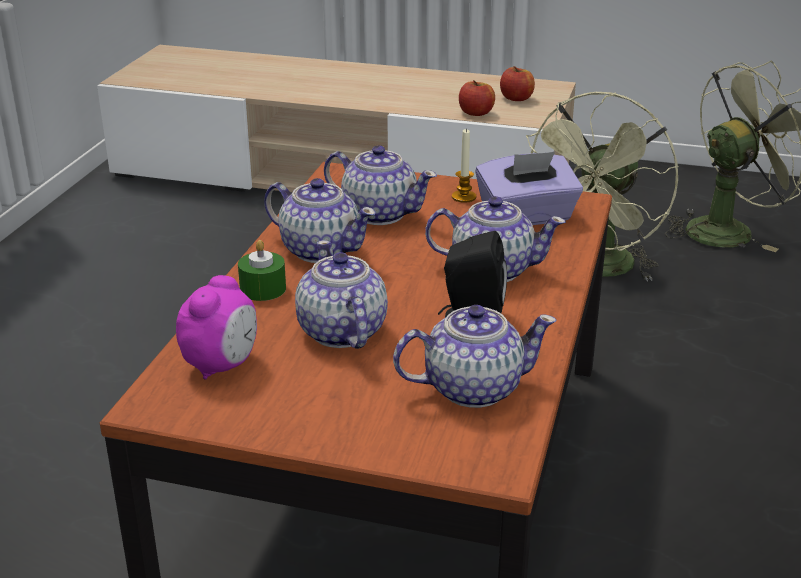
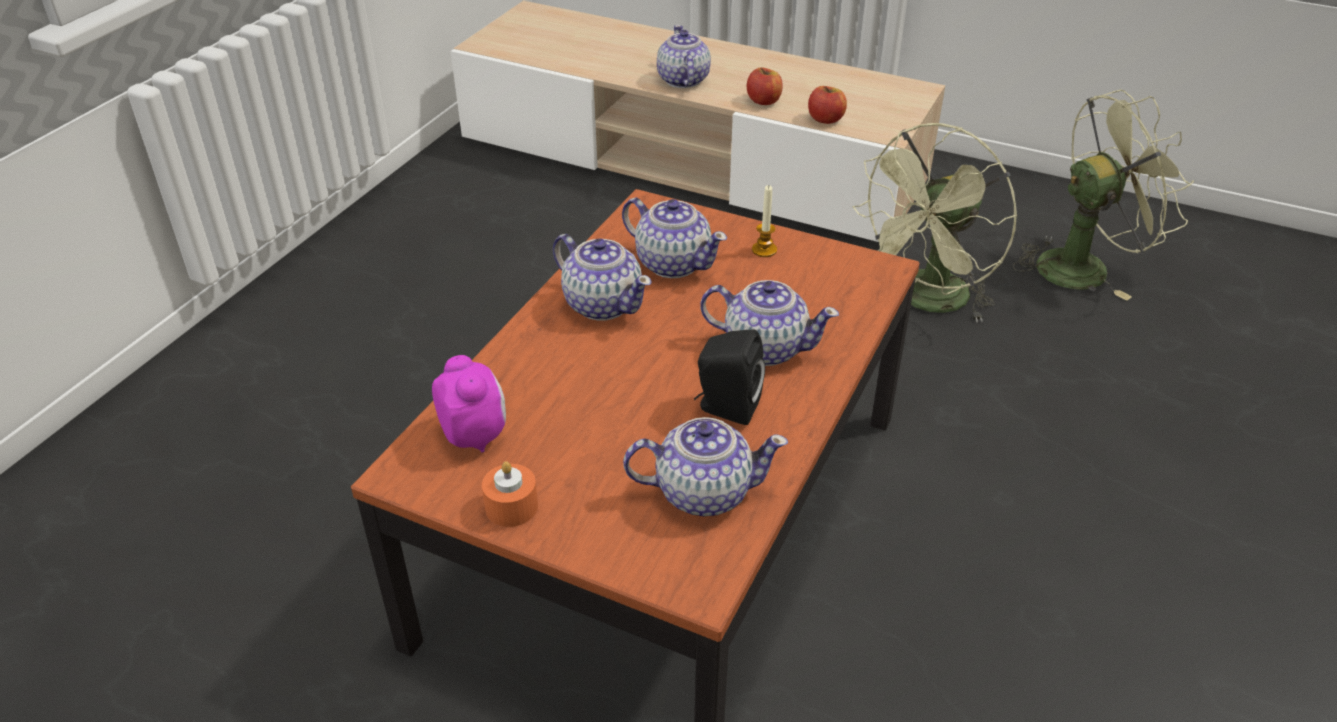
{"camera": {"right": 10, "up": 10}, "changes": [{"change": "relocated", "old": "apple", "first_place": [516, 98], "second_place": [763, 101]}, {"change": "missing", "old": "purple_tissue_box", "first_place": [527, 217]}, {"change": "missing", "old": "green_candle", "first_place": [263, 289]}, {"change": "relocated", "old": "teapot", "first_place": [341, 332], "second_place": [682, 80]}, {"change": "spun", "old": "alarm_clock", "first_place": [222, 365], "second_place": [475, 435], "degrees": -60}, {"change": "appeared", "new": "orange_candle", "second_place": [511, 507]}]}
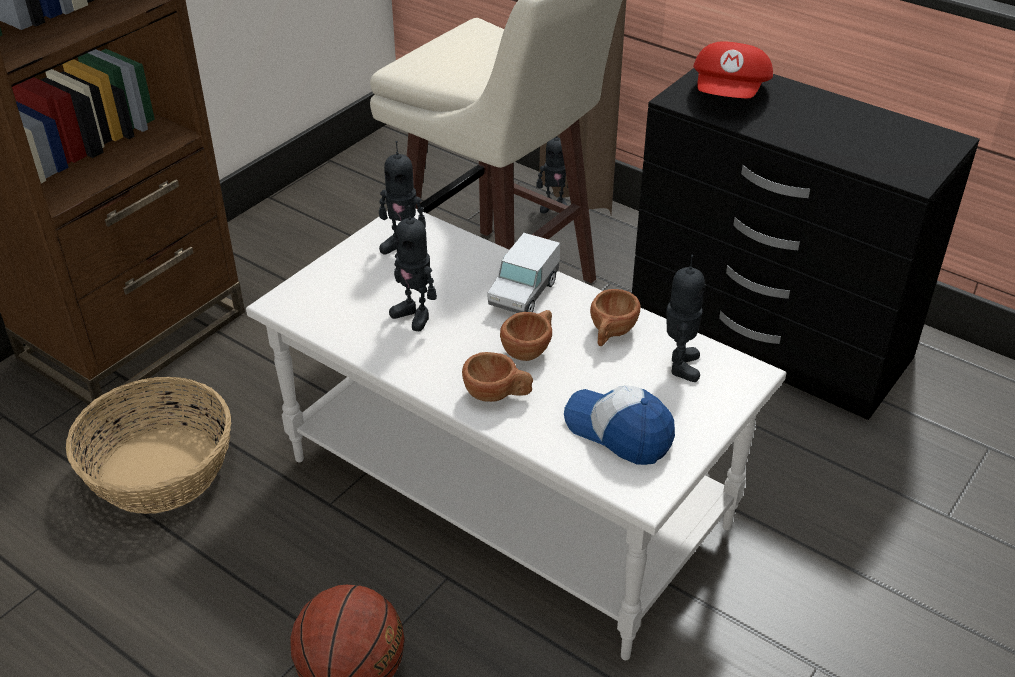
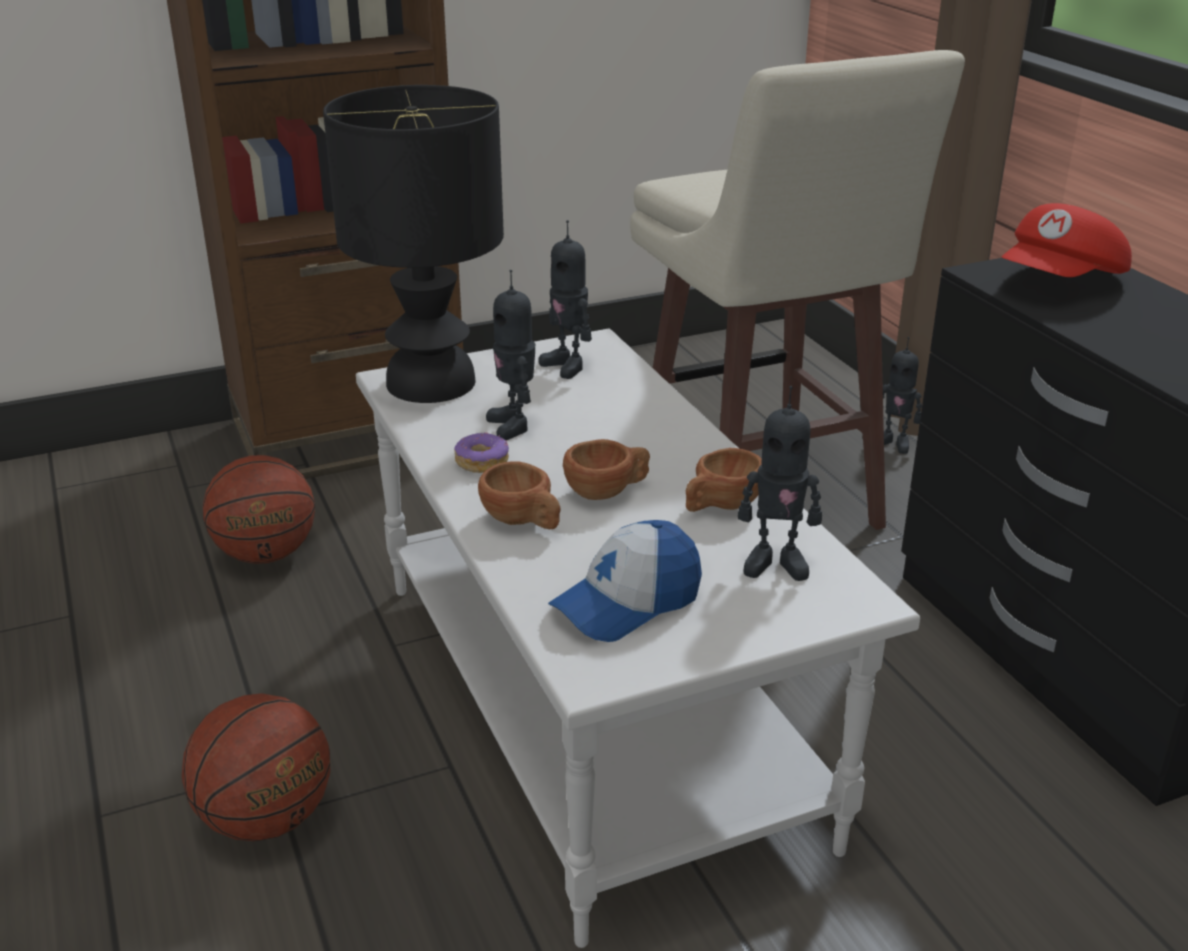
{"camera": {"right": 30, "up": -10}, "changes": [{"change": "missing", "old": "toy_truck", "first_place": [524, 293]}, {"change": "spun", "old": "toy_robot", "first_place": [680, 366], "second_place": [775, 564], "degrees": 60}, {"change": "exchanged", "old": "basket", "new": "basketball", "first_place": [160, 469], "second_place": [266, 554]}, {"change": "spun", "old": "cap", "first_place": [619, 431], "second_place": [627, 603], "degrees": -105}, {"change": "appeared", "new": "black_table_lamp", "second_place": [432, 384]}, {"change": "appeared", "new": "donut", "second_place": [481, 461]}]}
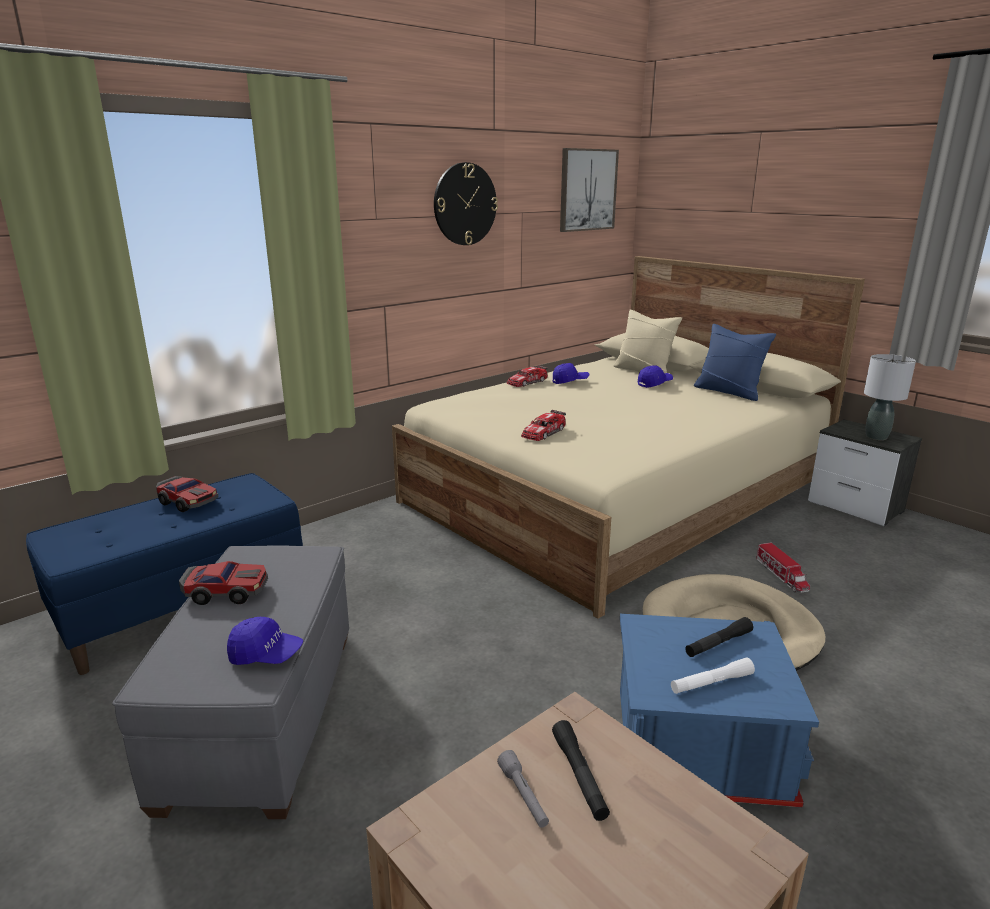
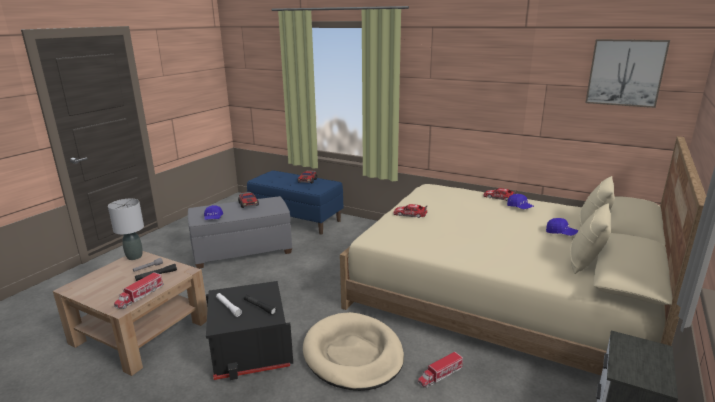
{"camera": {"right": 70, "up": 0}, "changes": [{"change": "missing", "old": "wall_clock", "first_place": [465, 204]}, {"change": "colour", "old": "blue_pillow", "new": "beige_pillow", "first_place": [729, 392], "second_place": [585, 262]}, {"change": "relocated", "old": "grey_table_lamp", "first_place": [876, 437], "second_place": [134, 256]}, {"change": "colour", "old": "blue_storage_box", "new": "black_storage_box", "first_place": [697, 746], "second_place": [251, 349]}, {"change": "appeared", "new": "toy_truck", "second_place": [140, 296]}]}
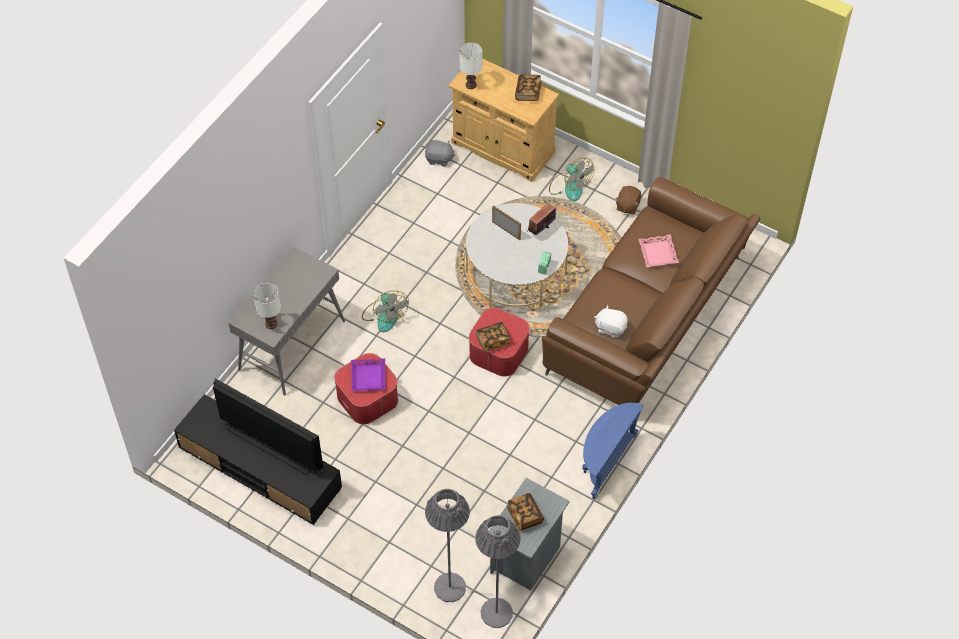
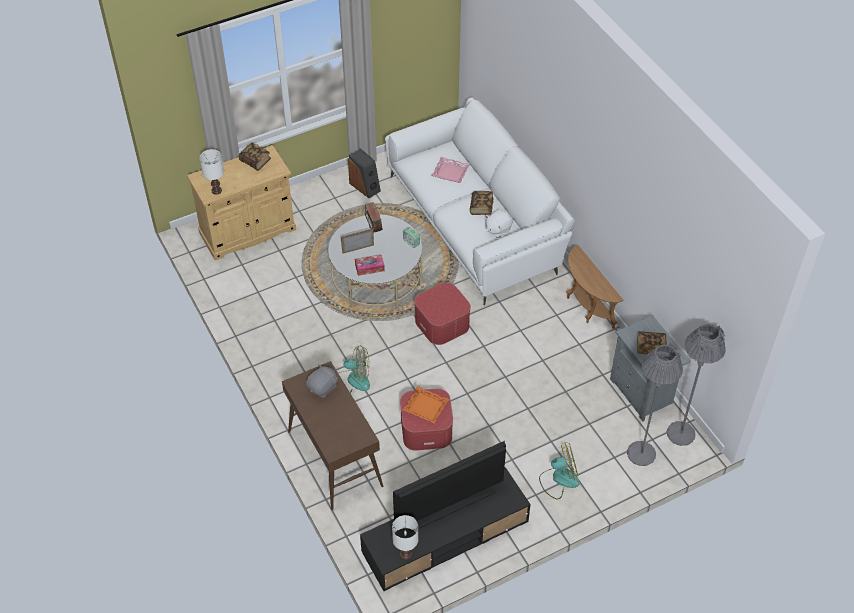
{"camera": {"right": -60, "up": -5}, "changes": [{"change": "relocated", "old": "grey_plush_toy", "first_place": [439, 159], "second_place": [323, 387]}, {"change": "relocated", "old": "fan", "first_place": [569, 186], "second_place": [559, 479]}, {"change": "colour", "old": "brown_sofa", "new": "white_sofa", "first_place": [647, 318], "second_place": [475, 223]}, {"change": "exchanged", "old": "brown_plush_toy", "new": "speaker", "first_place": [627, 206], "second_place": [365, 186]}, {"change": "colour", "old": "grey_console_table", "new": "brown_console_table", "first_place": [292, 344], "second_place": [334, 458]}, {"change": "relocated", "old": "white_table_lamp", "first_place": [271, 324], "second_place": [406, 554]}, {"change": "relocated", "old": "book", "first_place": [493, 340], "second_place": [481, 207]}, {"change": "colour", "old": "purple_tray", "new": "orange_tray", "first_place": [369, 377], "second_place": [426, 406]}, {"change": "colour", "old": "blue_side_table", "new": "brown_side_table", "first_place": [605, 462], "second_place": [586, 306]}, {"change": "appeared", "new": "tissue_box", "second_place": [369, 268]}]}
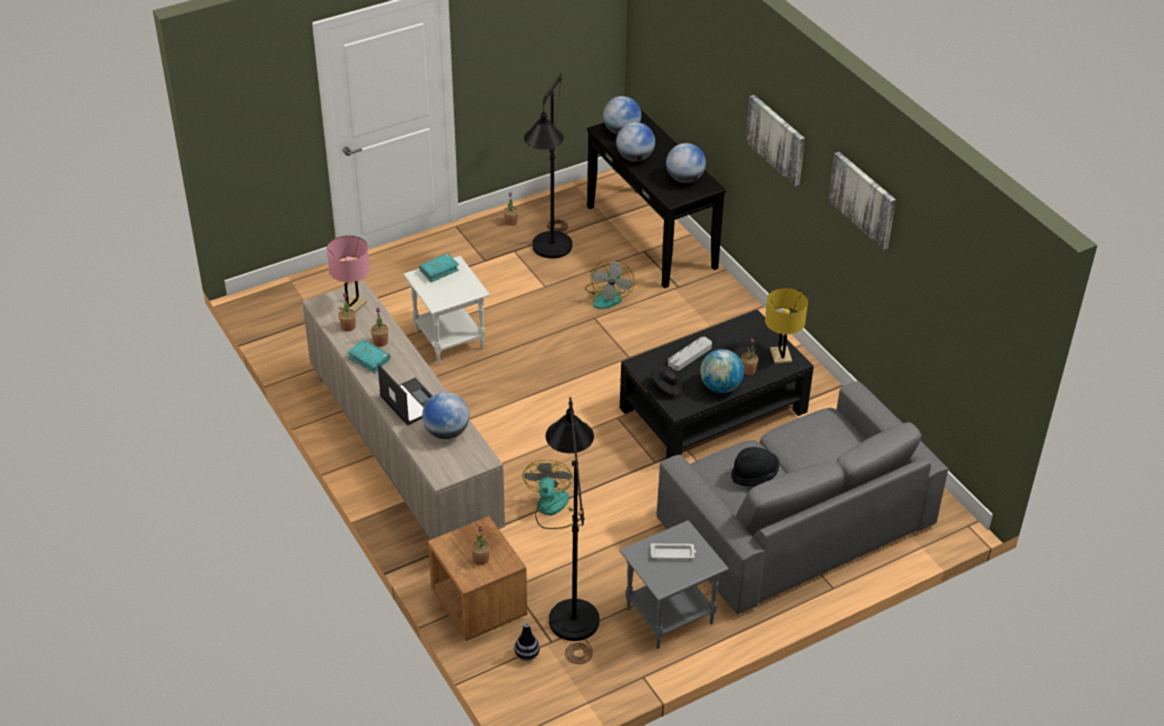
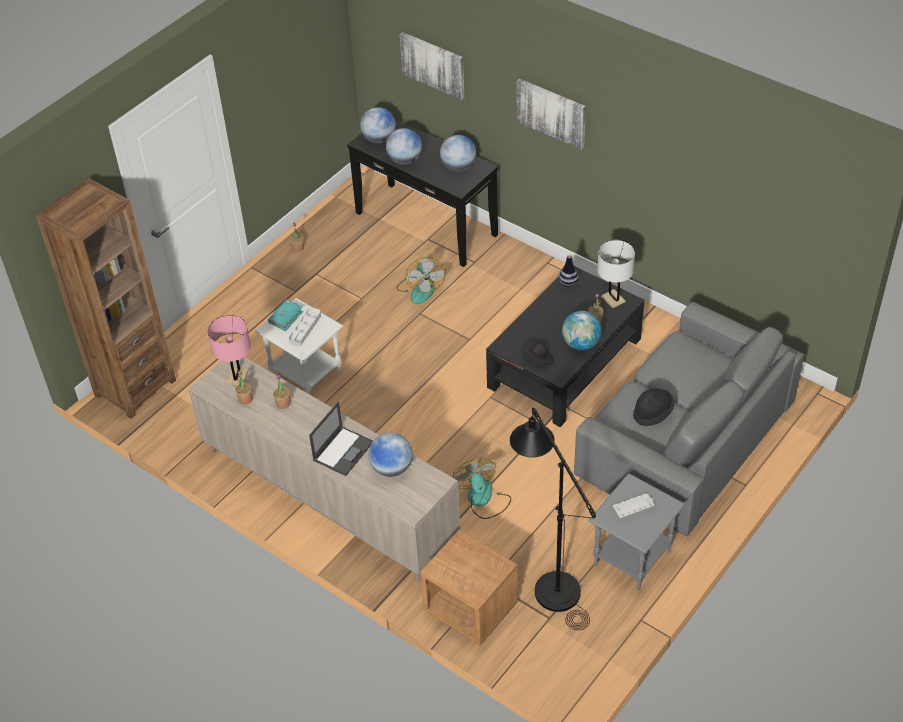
{"camera": {"right": -20, "up": 5}, "changes": [{"change": "missing", "old": "black_floor_lamp", "first_place": [550, 253]}, {"change": "relocated", "old": "picture", "first_place": [863, 199], "second_place": [433, 64]}, {"change": "colour", "old": "yellow_table_lamp", "new": "white_table_lamp", "first_place": [781, 355], "second_place": [613, 299]}, {"change": "relocated", "old": "grey_tray", "first_place": [689, 356], "second_place": [305, 328]}, {"change": "missing", "old": "turquoise_book", "first_place": [369, 360]}, {"change": "spun", "old": "laptop", "first_place": [410, 401], "second_place": [343, 451], "degrees": 90}, {"change": "missing", "old": "potted_plant", "first_place": [481, 559]}, {"change": "relocated", "old": "vase", "first_place": [527, 655], "second_place": [568, 283]}, {"change": "appeared", "new": "brown_bookcase", "second_place": [135, 387]}]}
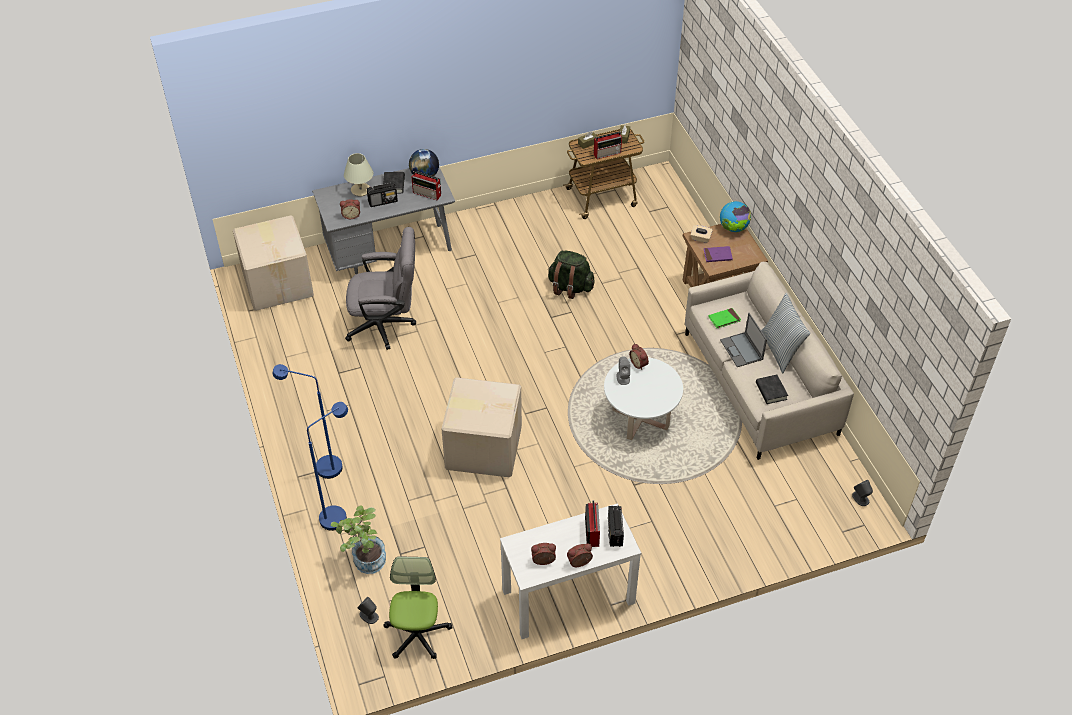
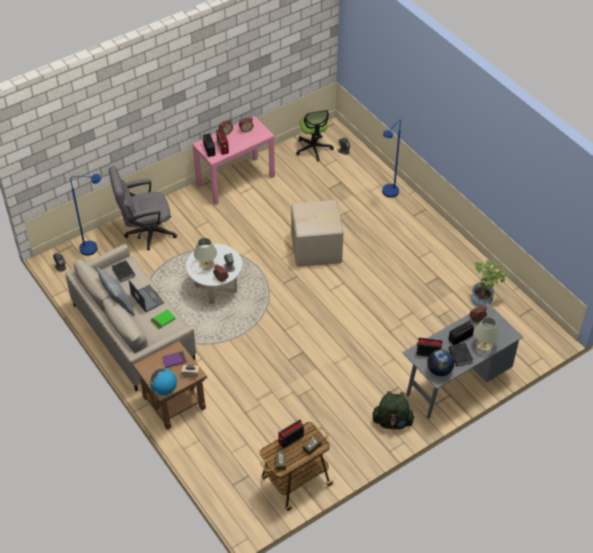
{"camera": {"right": 165, "up": 0}, "changes": [{"change": "missing", "old": "cardboard_box", "first_place": [278, 283]}, {"change": "relocated", "old": "grey_office_chair", "first_place": [386, 325], "second_place": [145, 232]}, {"change": "relocated", "old": "green_backpack", "first_place": [570, 287], "second_place": [392, 421]}, {"change": "relocated", "old": "blue_floor_lamp", "first_place": [321, 467], "second_place": [93, 248]}, {"change": "colour", "old": "white_console_table", "new": "pink_console_table", "first_place": [568, 597], "second_place": [236, 180]}, {"change": "relocated", "old": "potted_plant", "first_place": [365, 561], "second_place": [484, 299]}, {"change": "appeared", "new": "beige_table_lamp", "second_place": [206, 264]}]}
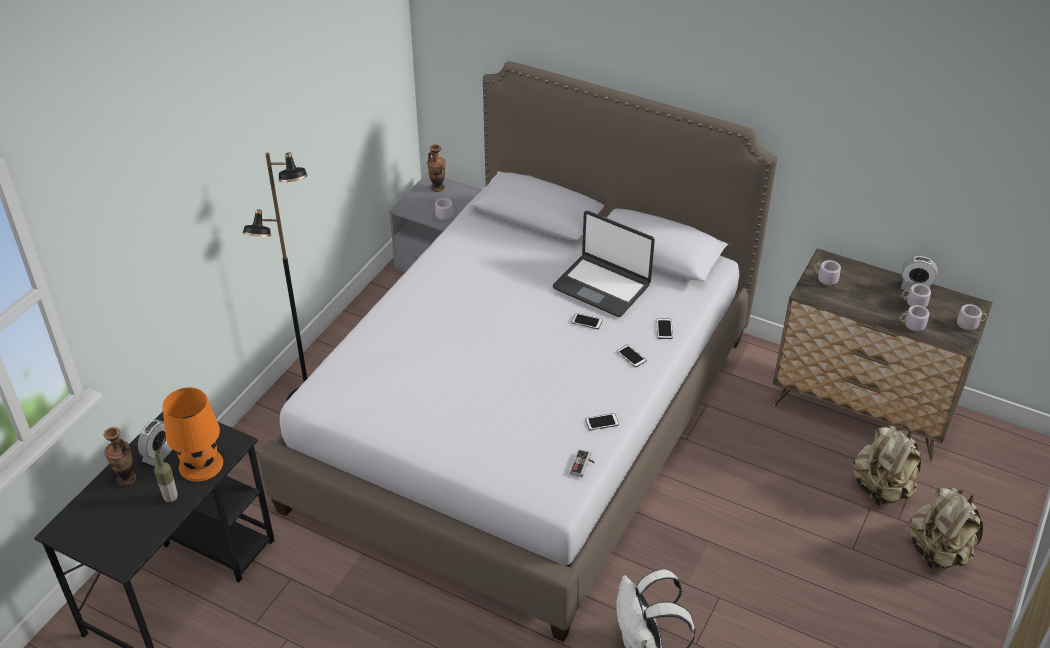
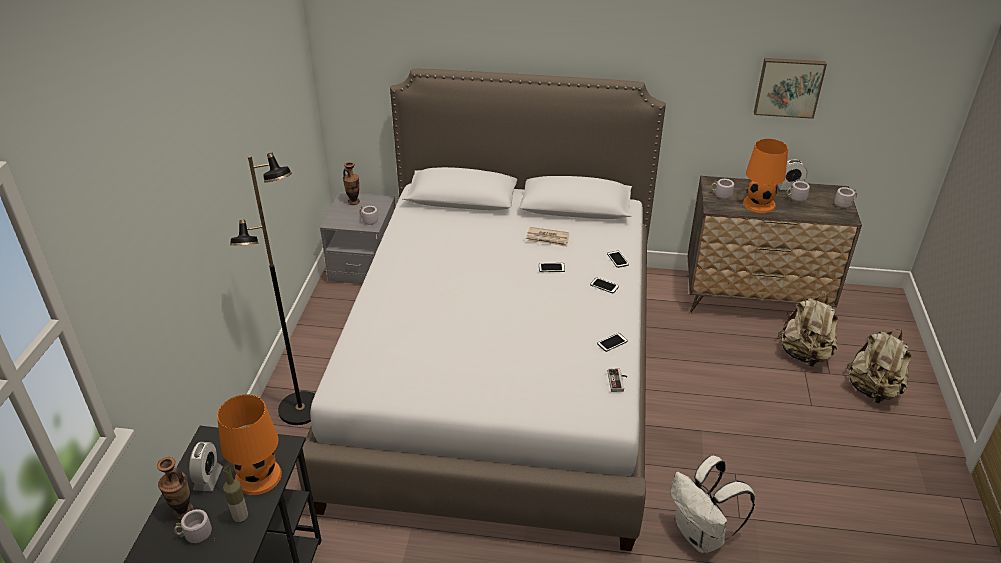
{"camera": {"right": -20, "up": -5}, "changes": [{"change": "exchanged", "old": "laptop", "new": "newspaper", "first_place": [602, 286], "second_place": [548, 239]}, {"change": "relocated", "old": "grey_mug", "first_place": [912, 326], "second_place": [195, 535]}, {"change": "appeared", "new": "picture", "second_place": [788, 87]}, {"change": "appeared", "new": "orange_table_lamp", "second_place": [759, 204]}]}
